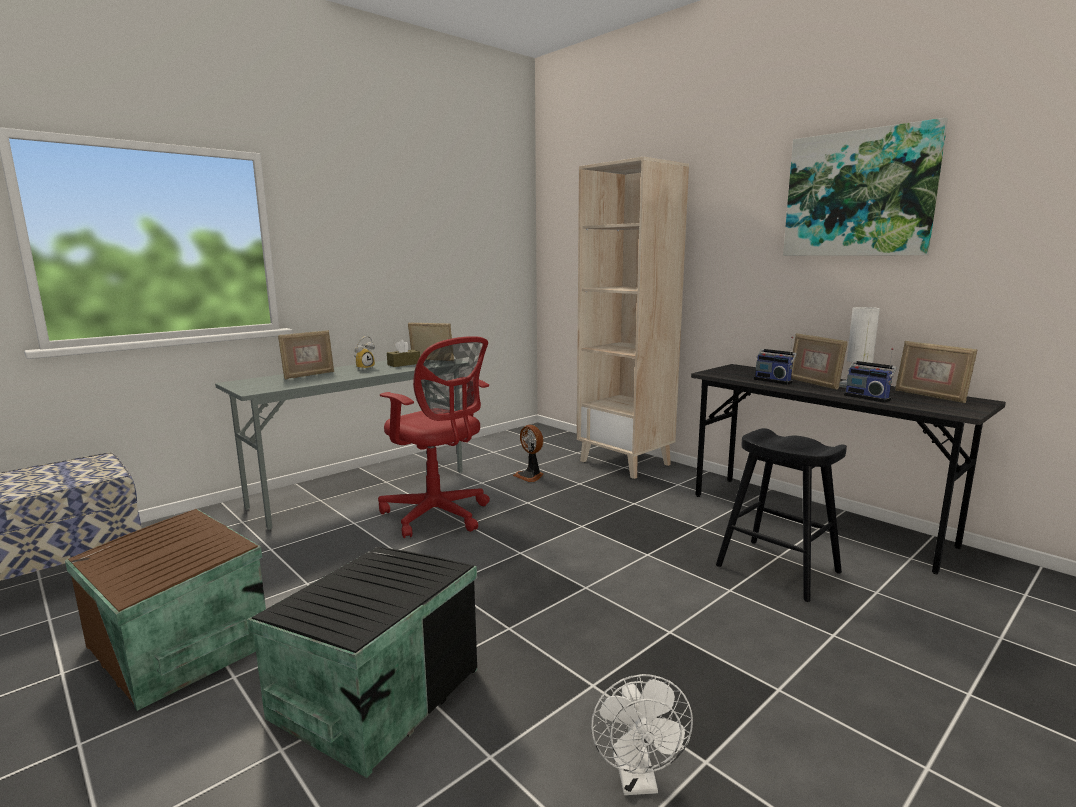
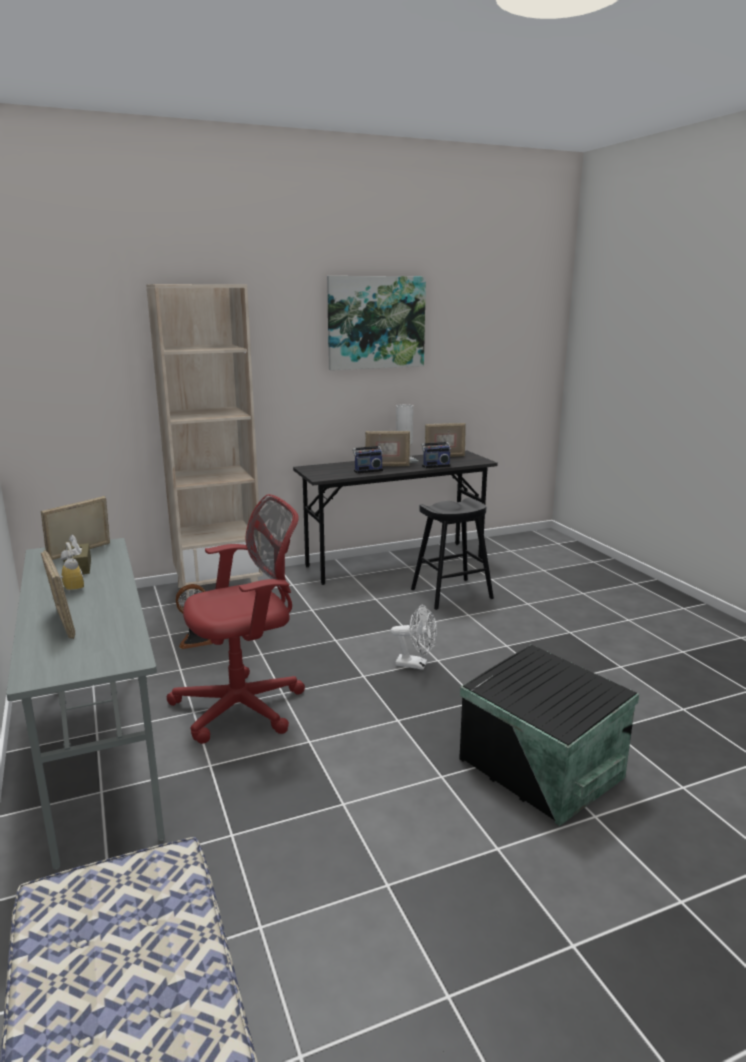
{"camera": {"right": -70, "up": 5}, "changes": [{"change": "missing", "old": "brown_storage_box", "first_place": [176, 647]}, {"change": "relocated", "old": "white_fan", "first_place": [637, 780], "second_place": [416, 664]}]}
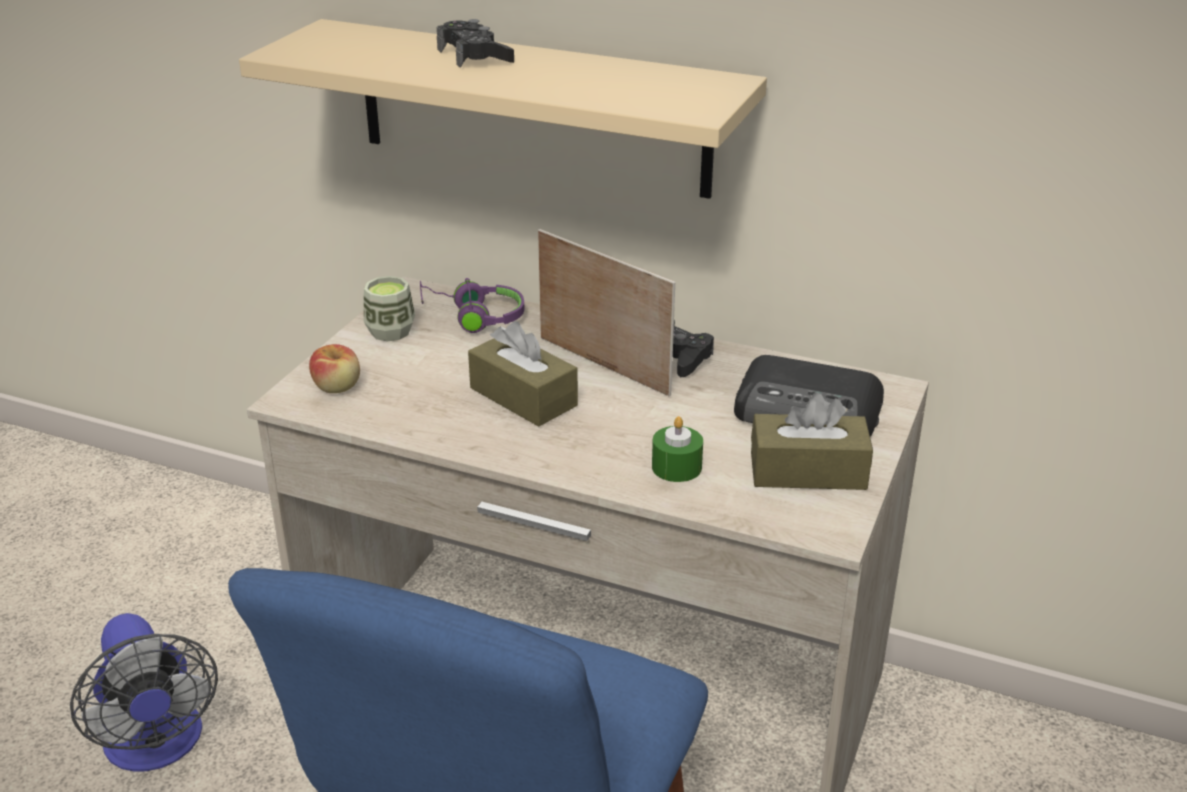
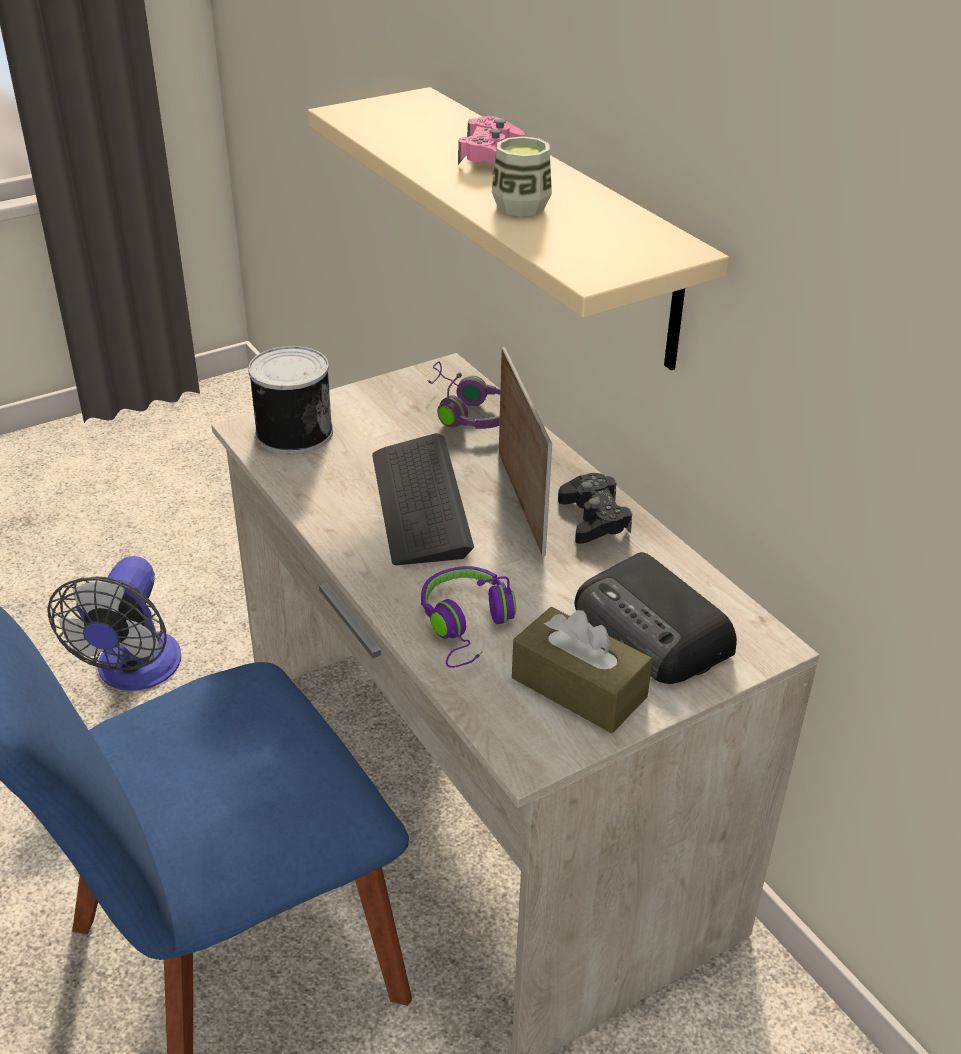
{"camera": {"right": 35, "up": 5}, "changes": [{"change": "colour", "old": "black_game_controller", "new": "pink_game_controller", "first_place": [475, 56], "second_place": [491, 157]}, {"change": "relocated", "old": "cup", "first_place": [390, 331], "second_place": [521, 207]}, {"change": "exchanged", "old": "brown_tissue_box", "new": "keyboard", "first_place": [523, 397], "second_place": [420, 502]}, {"change": "exchanged", "old": "apple", "new": "can", "first_place": [337, 387], "second_place": [292, 432]}, {"change": "exchanged", "old": "green_candle", "new": "purple_headphones", "first_place": [676, 467], "second_place": [467, 626]}]}
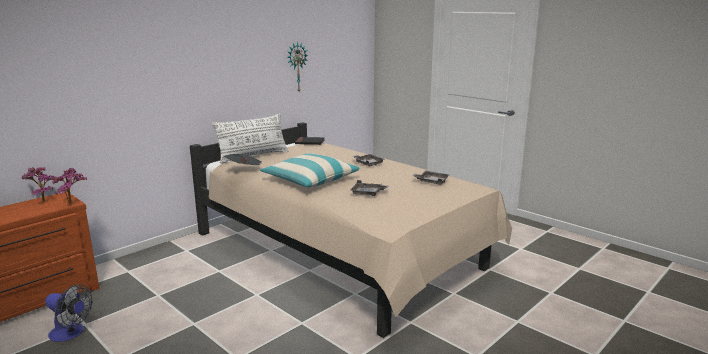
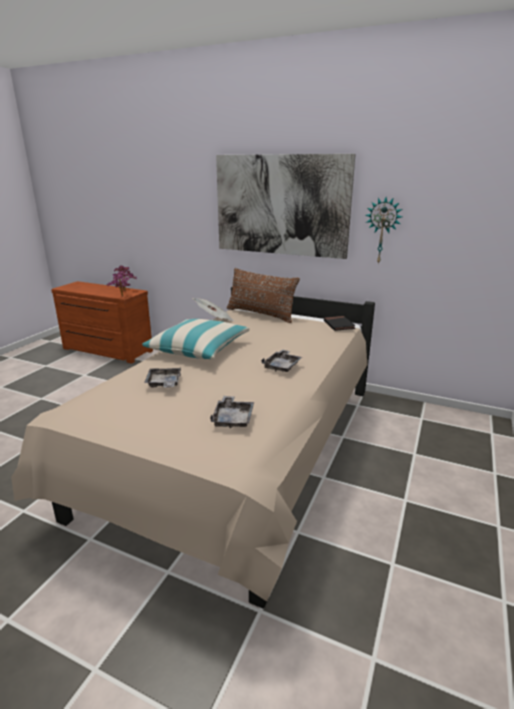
{"camera": {"right": 70, "up": 5}, "changes": [{"change": "colour", "old": "white_pillow", "new": "brown_pillow", "first_place": [253, 156], "second_place": [260, 314]}, {"change": "missing", "old": "fan", "first_place": [71, 333]}, {"change": "appeared", "new": "picture", "second_place": [281, 205]}]}
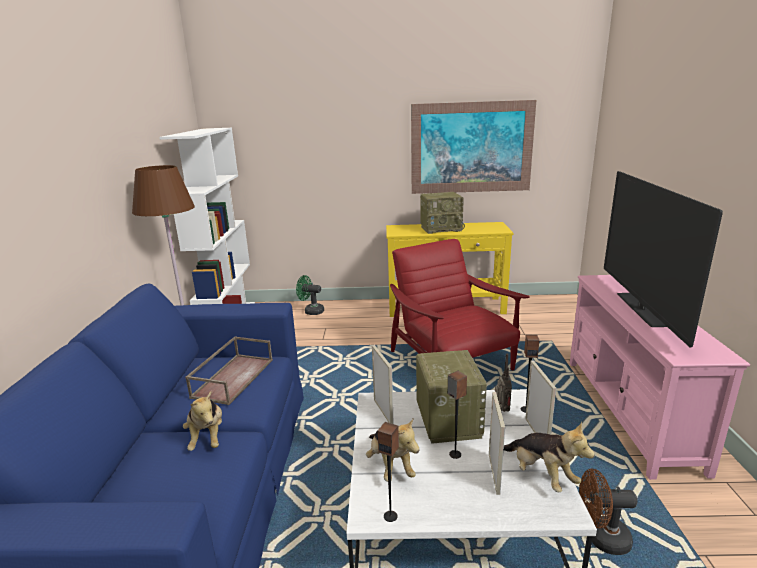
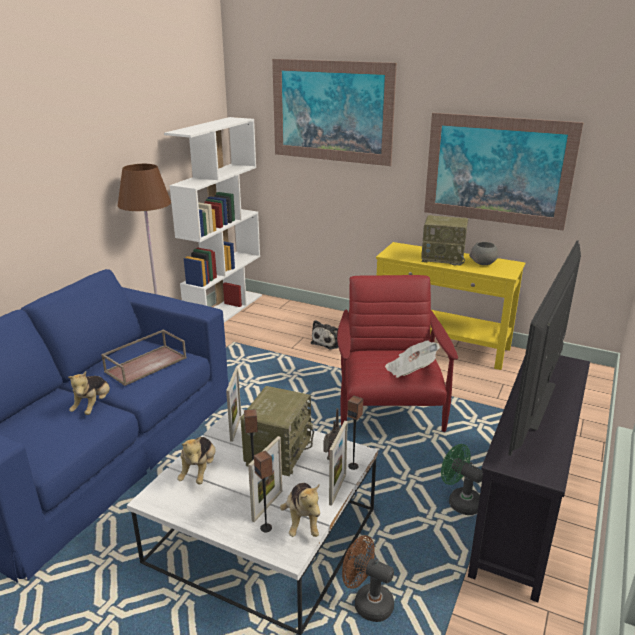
{"camera": {"right": 25, "up": 5}, "changes": [{"change": "relocated", "old": "green_fan", "first_place": [311, 311], "second_place": [460, 501]}, {"change": "colour", "old": "pink_tv_stand", "new": "black_tv_stand", "first_place": [629, 411], "second_place": [524, 511]}, {"change": "relocated", "old": "speaker", "first_place": [390, 516], "second_place": [266, 528]}, {"change": "appeared", "new": "picture", "second_place": [331, 111]}, {"change": "appeared", "new": "grey_bowl", "second_place": [483, 263]}, {"change": "appeared", "new": "plush_toy", "second_place": [328, 342]}, {"change": "appeared", "new": "newspaper", "second_place": [410, 370]}]}
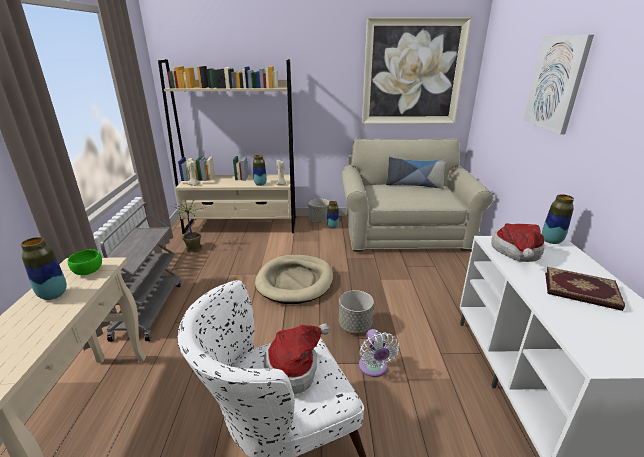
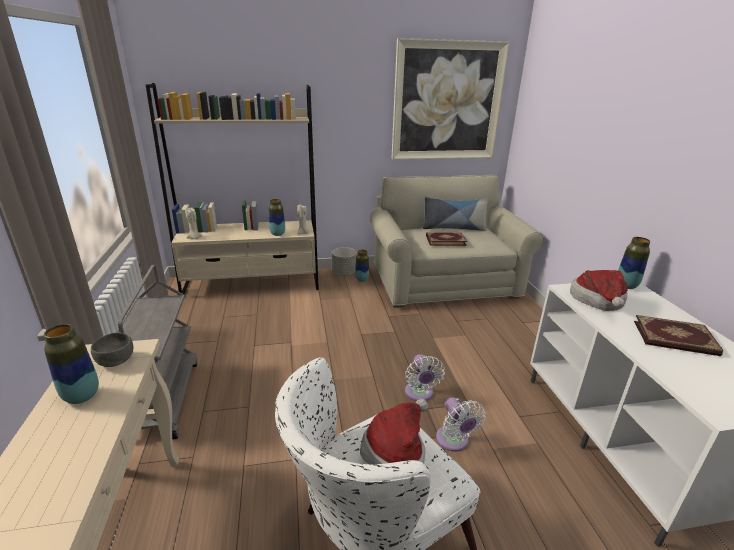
{"camera": {"right": -10, "up": 0}, "changes": [{"change": "missing", "old": "picture", "first_place": [556, 83]}, {"change": "missing", "old": "potted_plant", "first_place": [194, 249]}, {"change": "colour", "old": "green_bowl", "new": "grey_bowl", "first_place": [88, 271], "second_place": [116, 360]}, {"change": "missing", "old": "beige_dog_bed", "first_place": [295, 281]}, {"change": "exchanged", "old": "grey_planter", "new": "white_fan", "first_place": [355, 325], "second_place": [419, 394]}, {"change": "appeared", "new": "book", "second_place": [445, 240]}]}
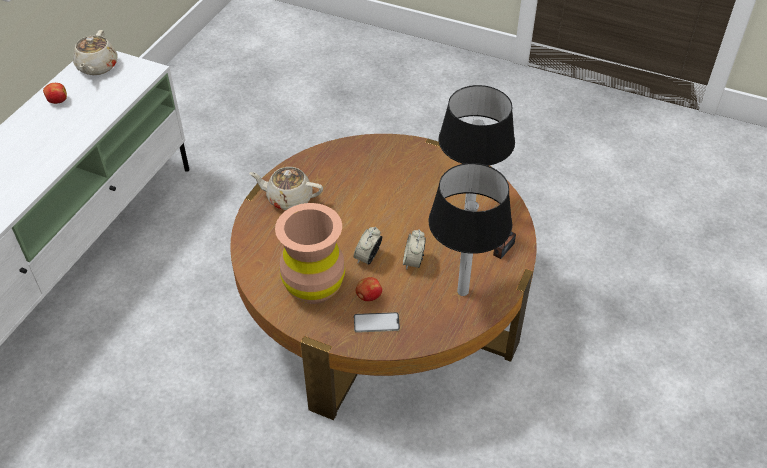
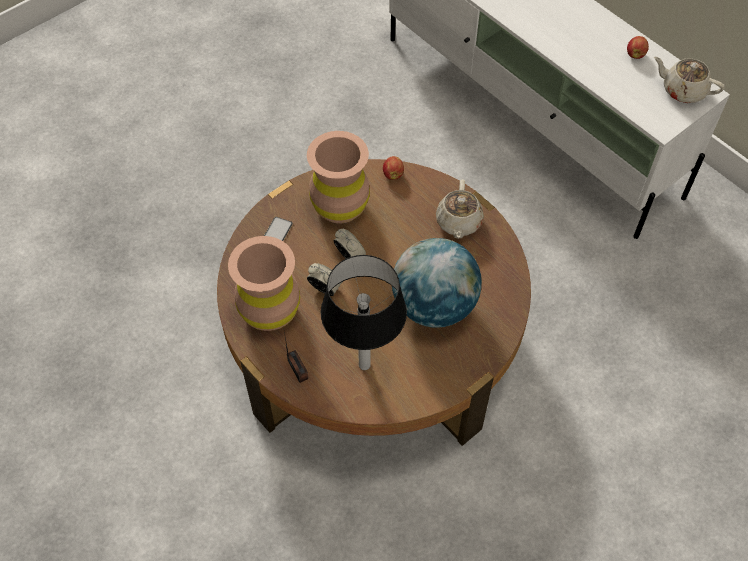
{"camera": {"right": 115, "up": 10}, "changes": [{"change": "exchanged", "old": "table_lamp", "new": "brown_vase", "first_place": [462, 291], "second_place": [270, 311]}, {"change": "spun", "old": "beige_teapot", "first_place": [288, 198], "second_place": [458, 222], "degrees": 150}, {"change": "relocated", "old": "apple", "first_place": [368, 296], "second_place": [393, 174]}, {"change": "appeared", "new": "globe", "second_place": [434, 305]}]}
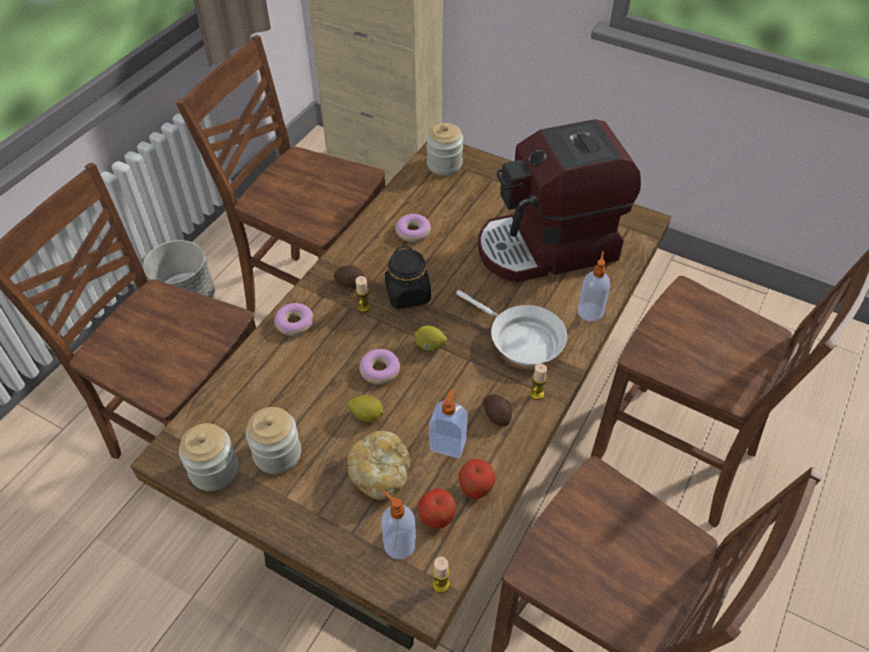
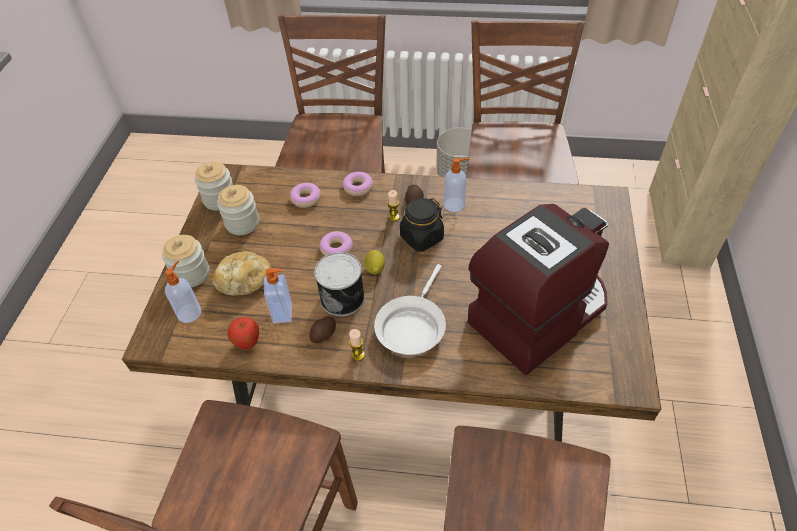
{"camera": {"right": 70, "up": 0}, "changes": [{"change": "spun", "old": "coffee_machine", "first_place": [548, 247], "second_place": [537, 314], "degrees": 90}, {"change": "relocated", "old": "jar", "first_place": [444, 164], "second_place": [191, 274]}, {"change": "relocated", "old": "donut", "first_place": [413, 232], "second_place": [306, 198]}, {"change": "relocated", "old": "soap_dispenser", "first_place": [590, 311], "second_place": [455, 204]}, {"change": "missing", "old": "lemon", "first_place": [367, 415]}, {"change": "missing", "old": "apple", "first_place": [436, 520]}, {"change": "missing", "old": "candle", "first_place": [440, 584]}, {"change": "appeared", "new": "can", "second_place": [343, 297]}]}
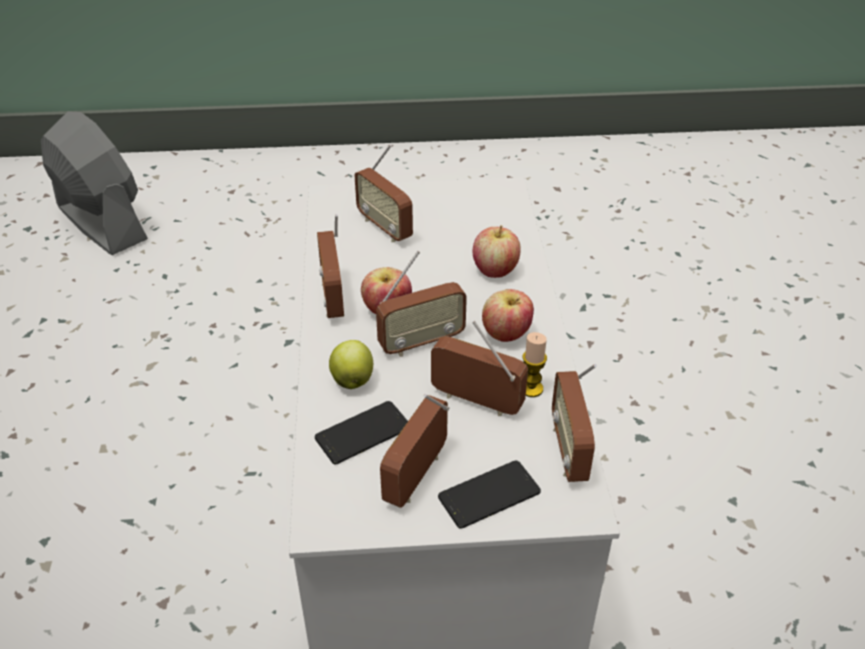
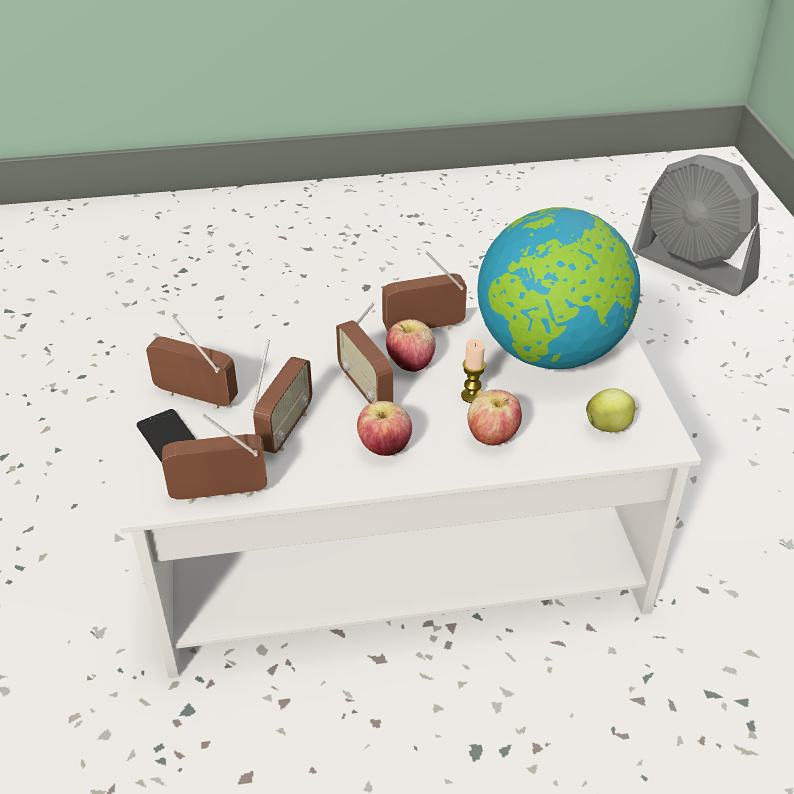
{"camera": {"right": 85, "up": 0}, "changes": [{"change": "spun", "old": "grey_fan", "first_place": [102, 223], "second_place": [693, 266], "degrees": 90}, {"change": "exchanged", "old": "radio", "new": "globe", "first_place": [385, 228], "second_place": [549, 352]}, {"change": "relocated", "old": "candle", "first_place": [531, 389], "second_place": [472, 396]}, {"change": "relocated", "old": "apple", "first_place": [352, 380], "second_place": [609, 427]}, {"change": "missing", "old": "phone", "first_place": [363, 433]}]}
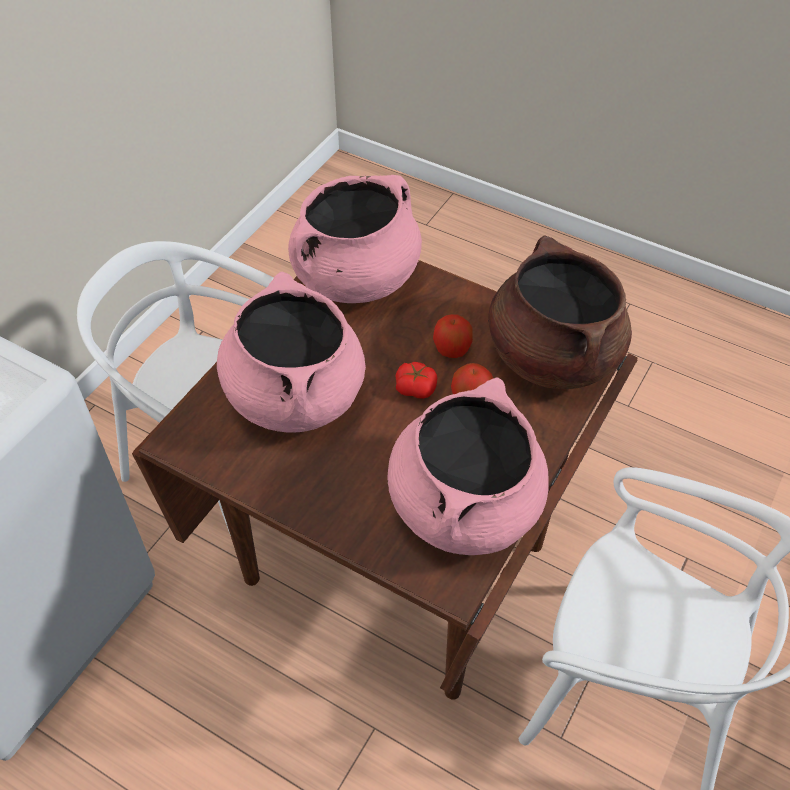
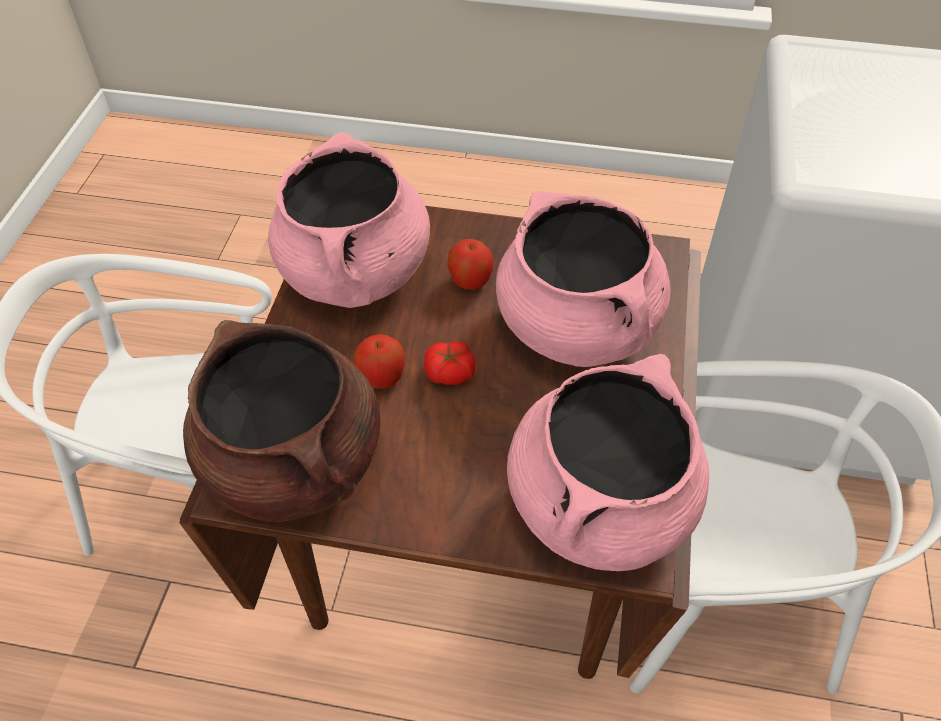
{"camera": {"right": 160, "up": 0}, "changes": [{"change": "relocated", "old": "apple", "first_place": [452, 350], "second_place": [470, 280]}]}
